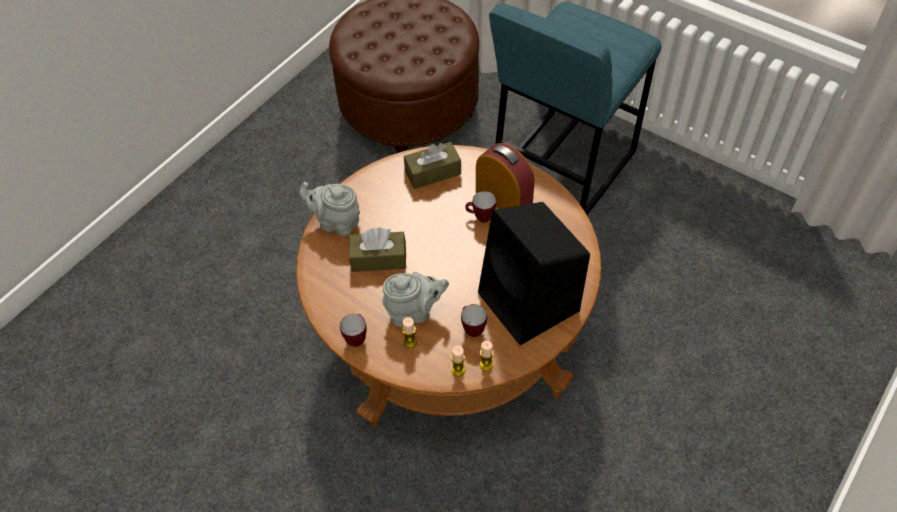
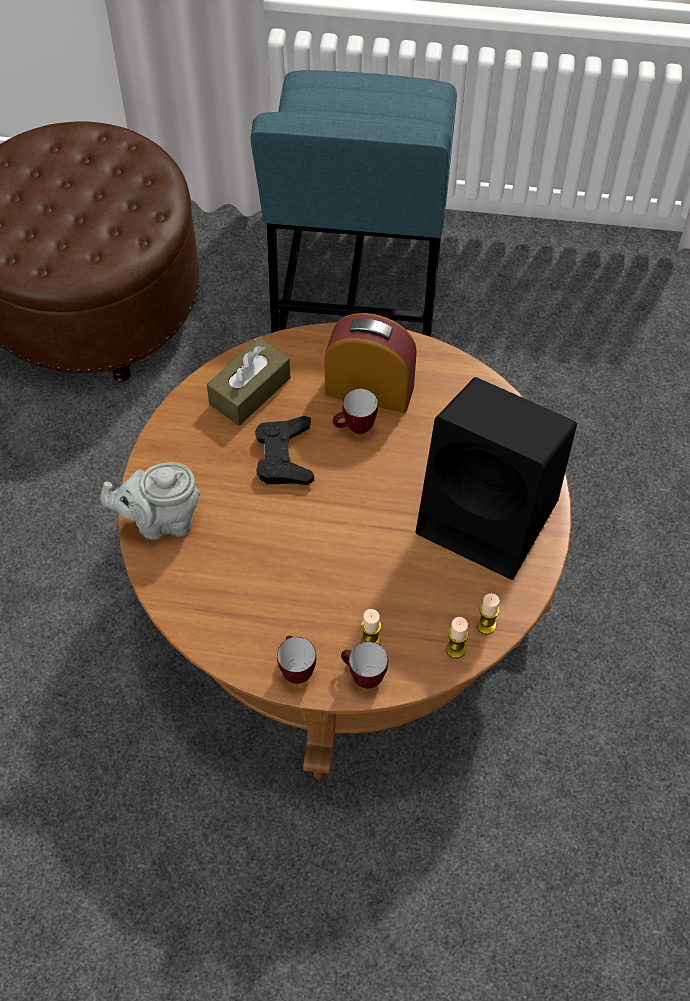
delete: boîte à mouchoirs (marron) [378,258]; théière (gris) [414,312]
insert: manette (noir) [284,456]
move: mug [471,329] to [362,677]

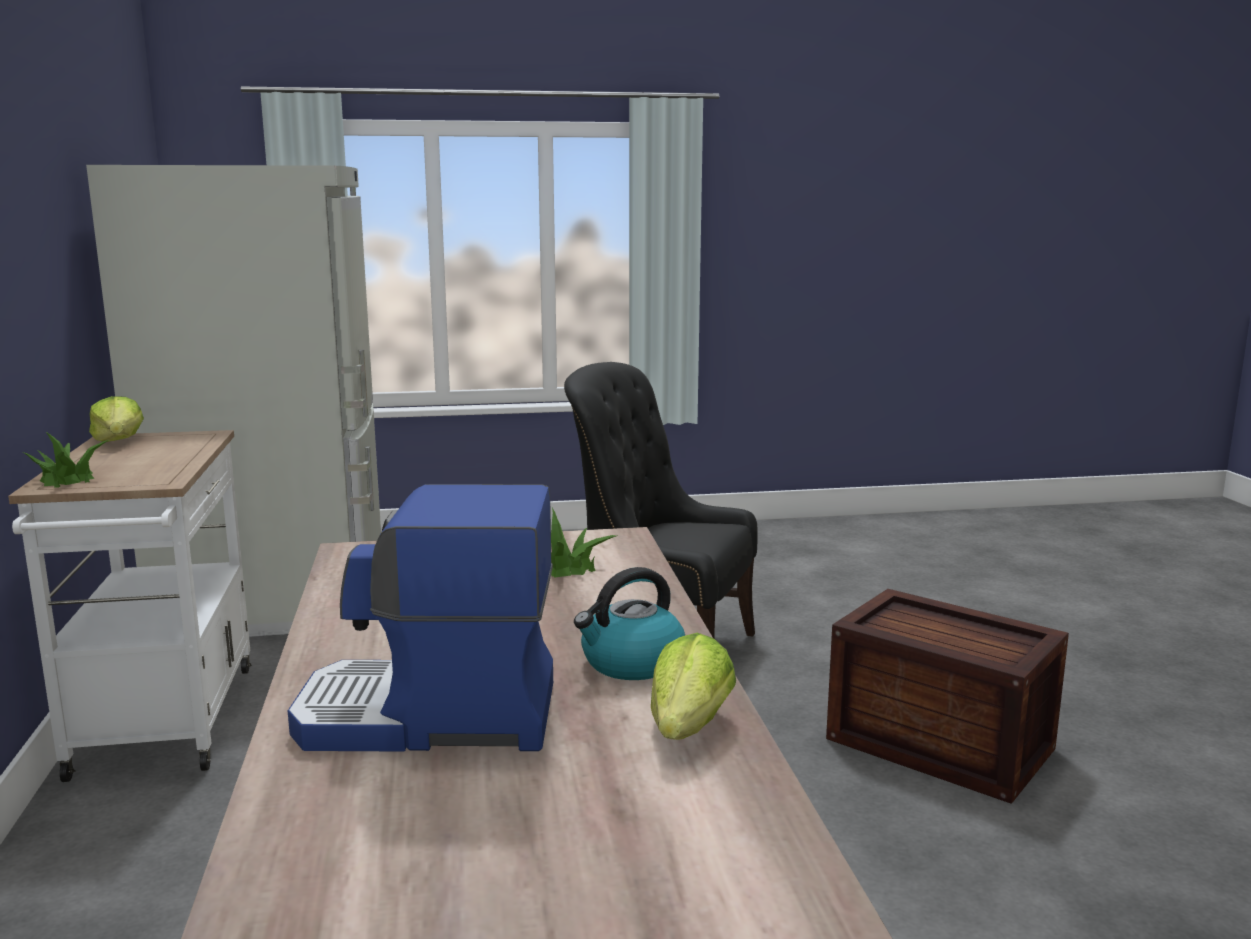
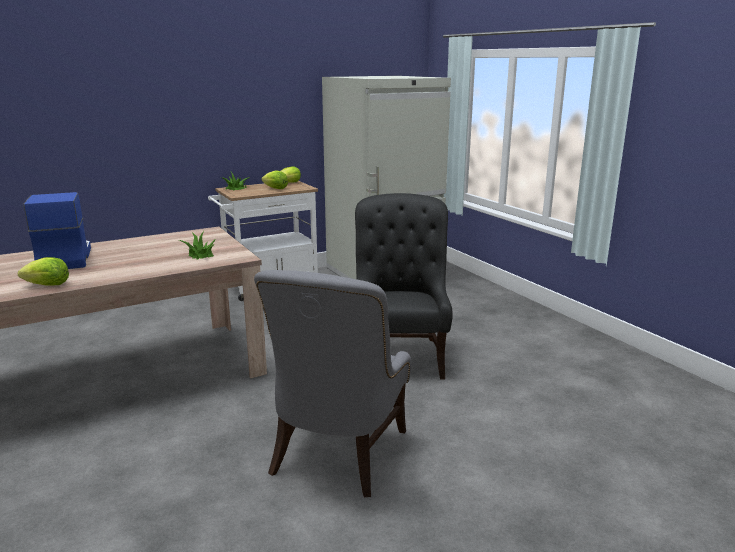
delete: bouilloire [631,663]
insert: laitue [275,188]
replace: caisse [942,745] to chaise (gris) [338,452]

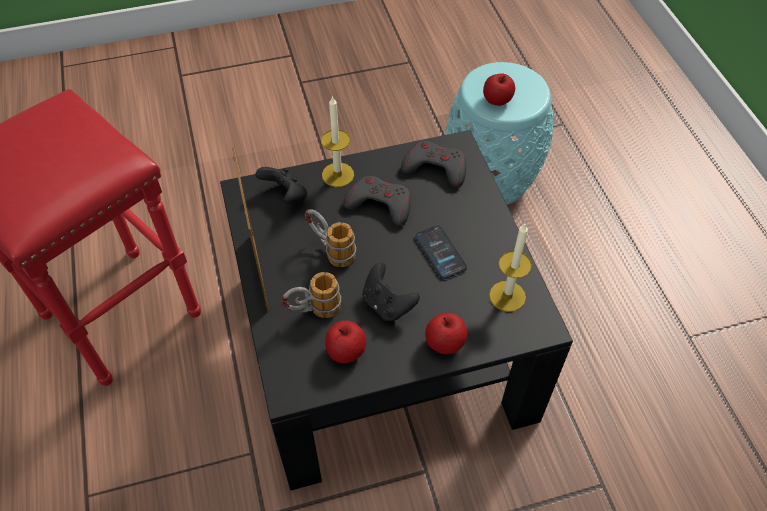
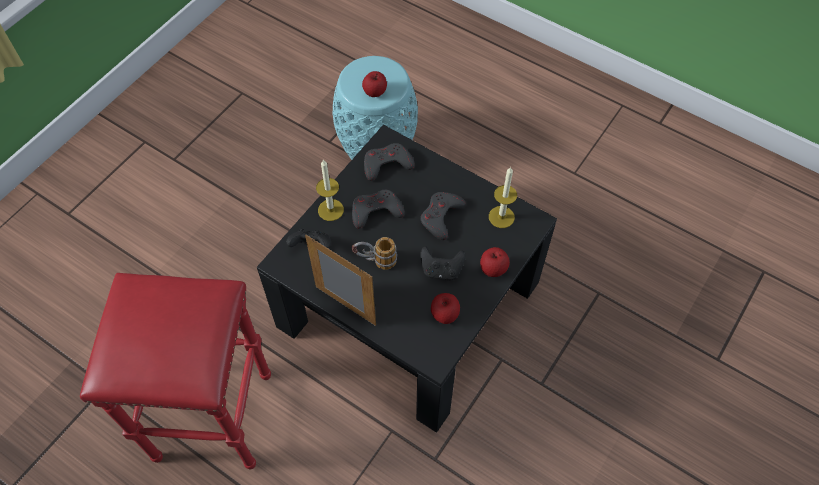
delete: mug [313,311]
replace: téléphone [440,252] to manette (gris) [441,217]

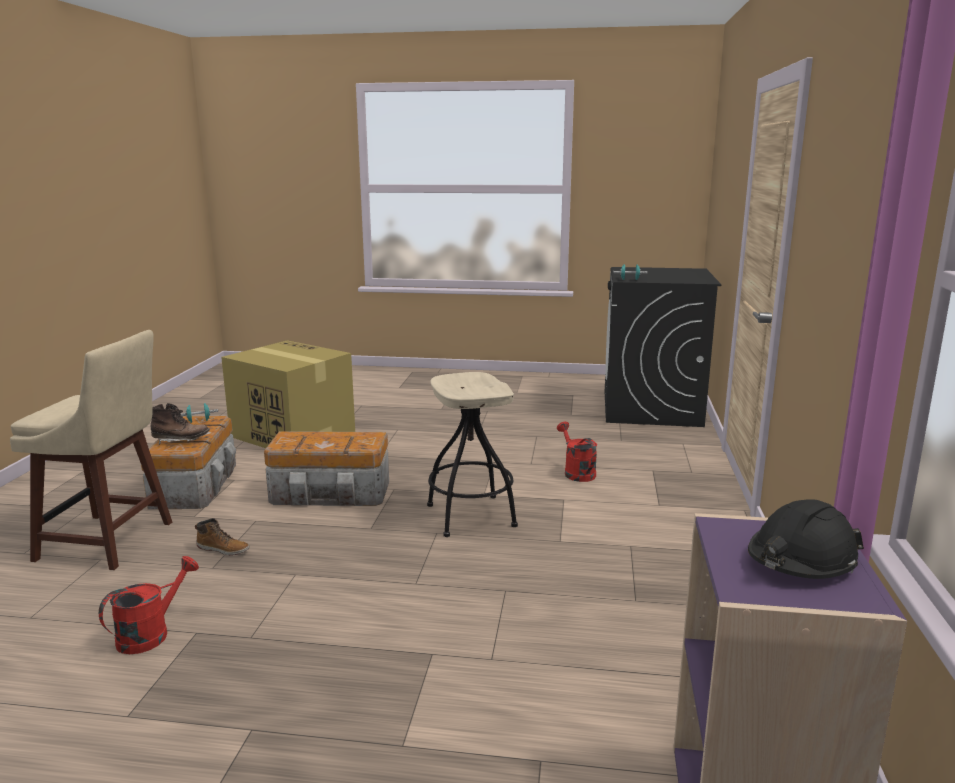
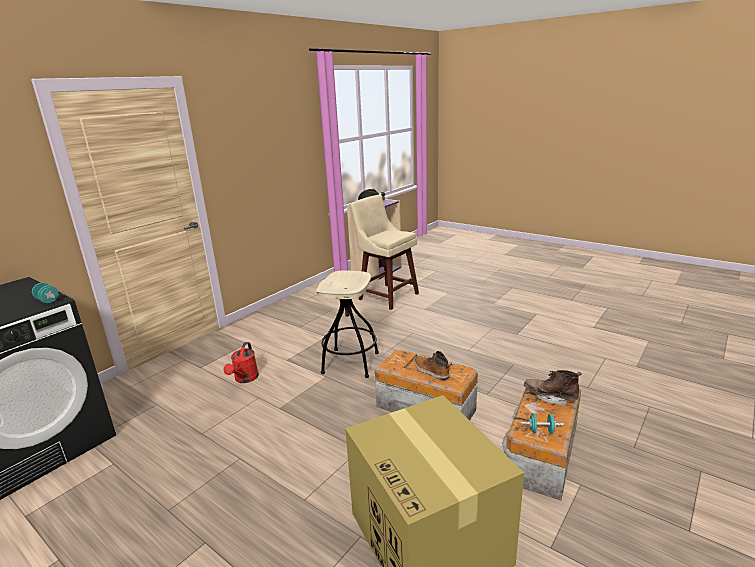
delete: arrosoir (rouge) [151,634]
move: chaise (beige) [111,542] to [386,295]; botte [223,549] to [431,371]

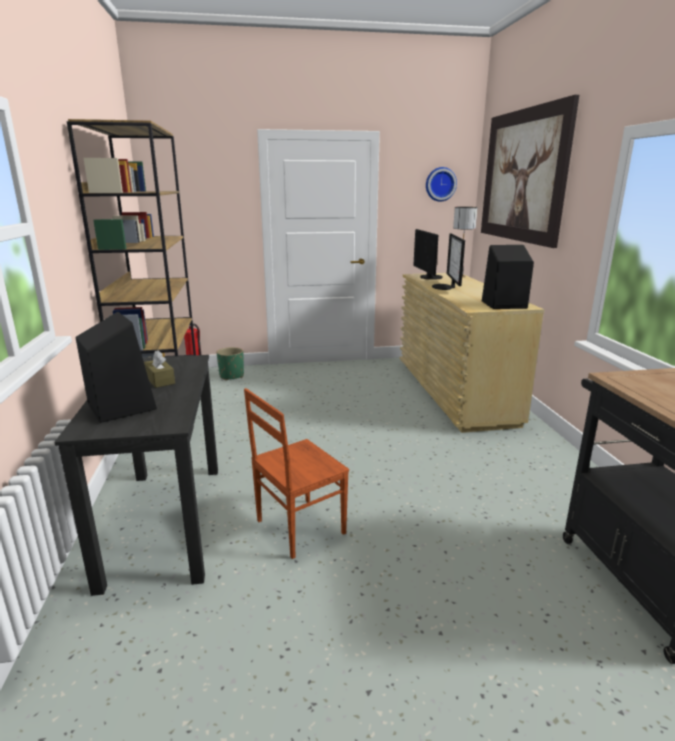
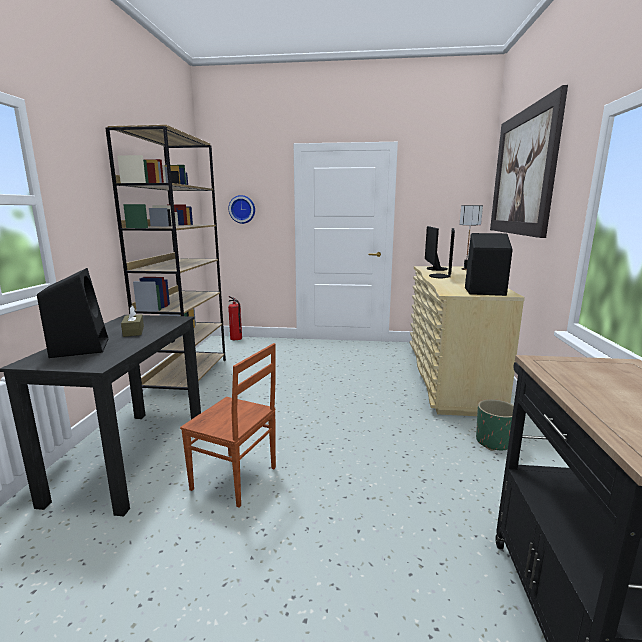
move: cache-pot (vert) [232,376] to [494,442]; horloge murale [440,184] to [242,209]
rotate: chaise (marron) [298,527] = [234,479] 135 degrees counterclockwise

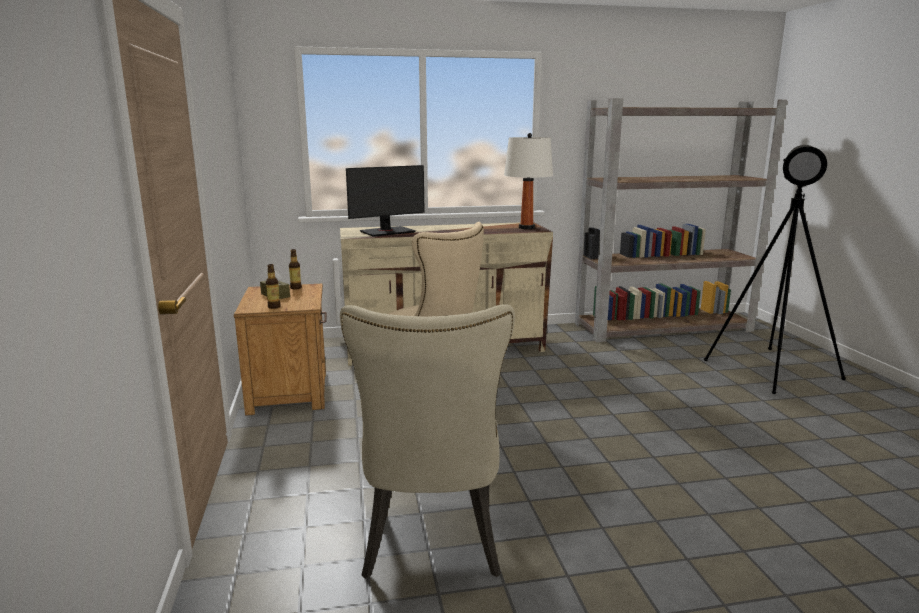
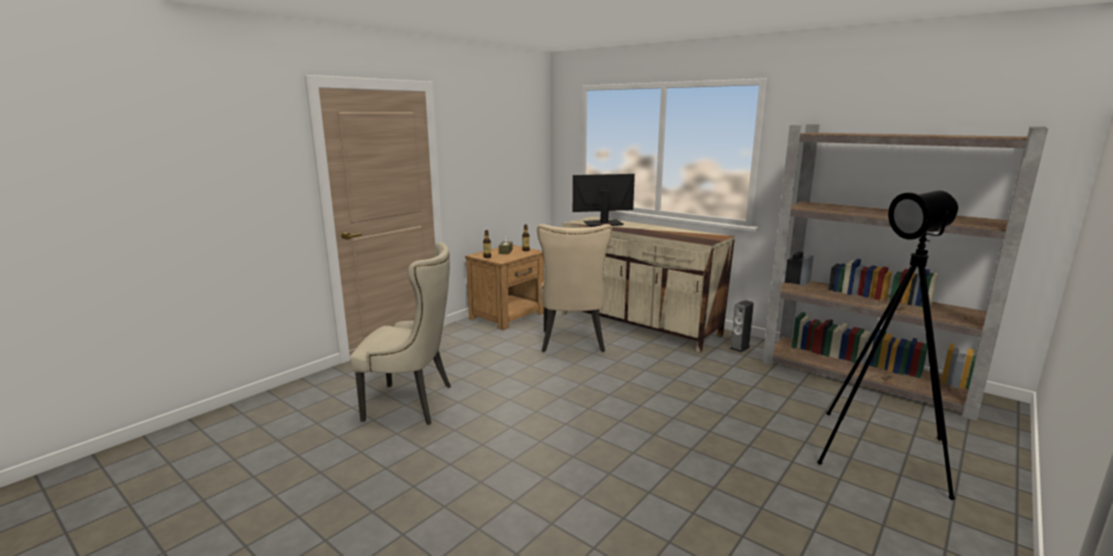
delete: lampe de table (blanc) [526,228]
insert: enceinte [739,348]
rotate: chaise (beige) [432,543] = [411,403] 135 degrees counterclockwise; écran d'ordinateur [387,232] = [603,223] 150 degrees clockwise

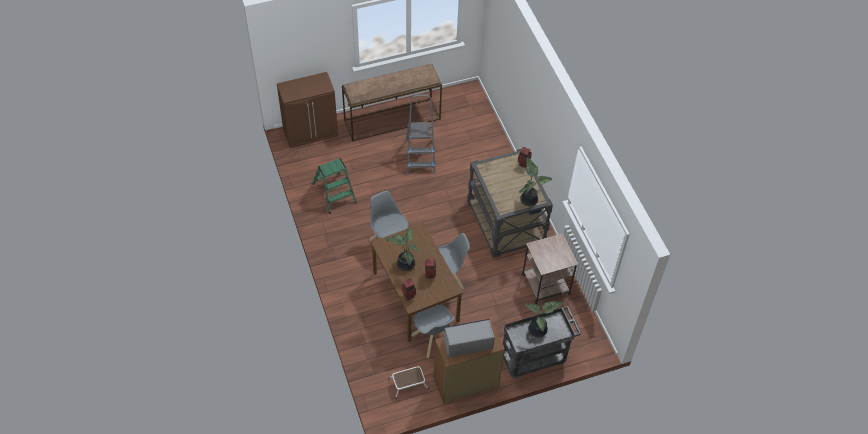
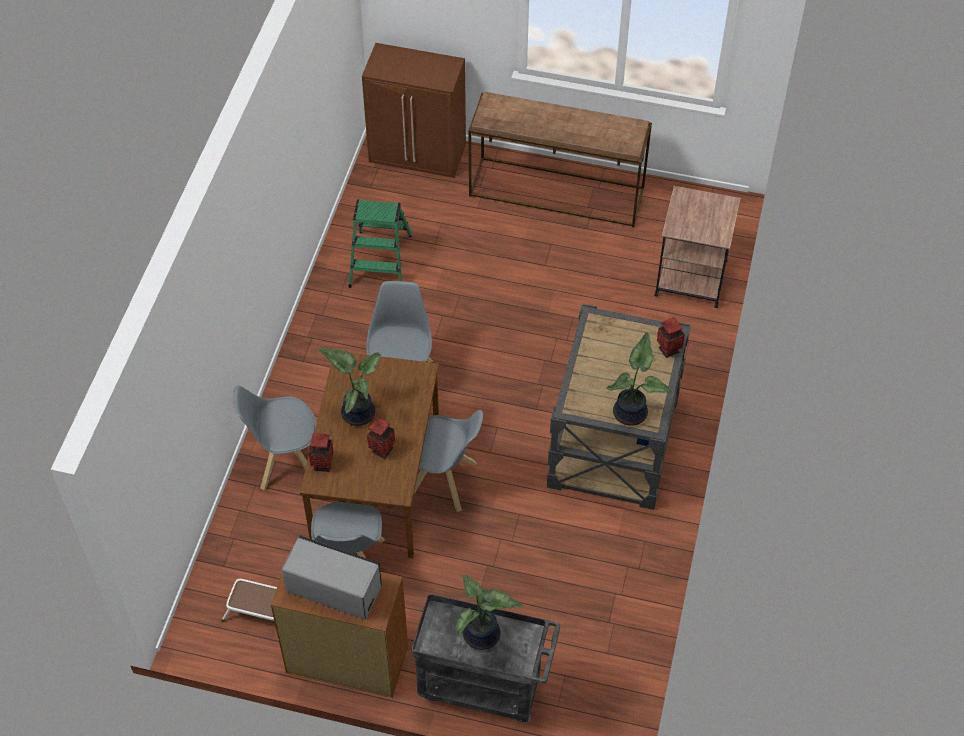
delete: escabeau (gris) [420,157]
insert: chaise (gris) [285,461]
move: chariot (marron) [546,285] to [690,279]

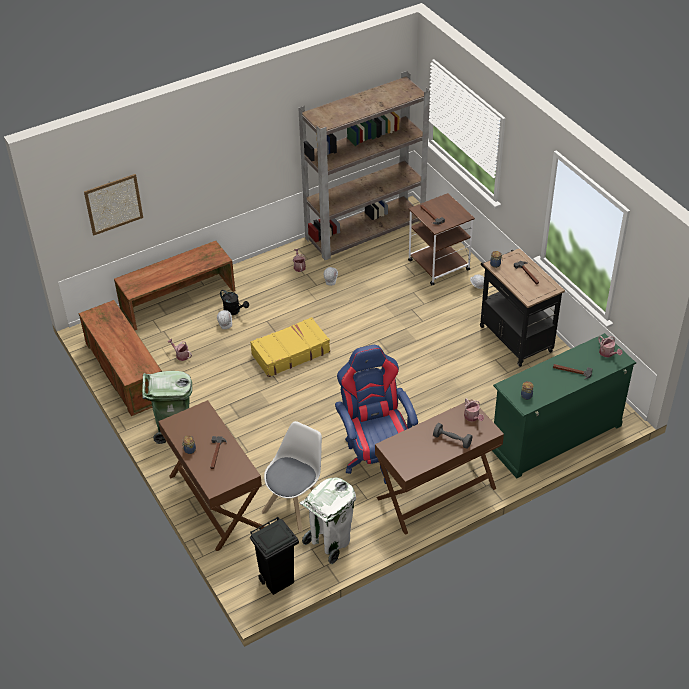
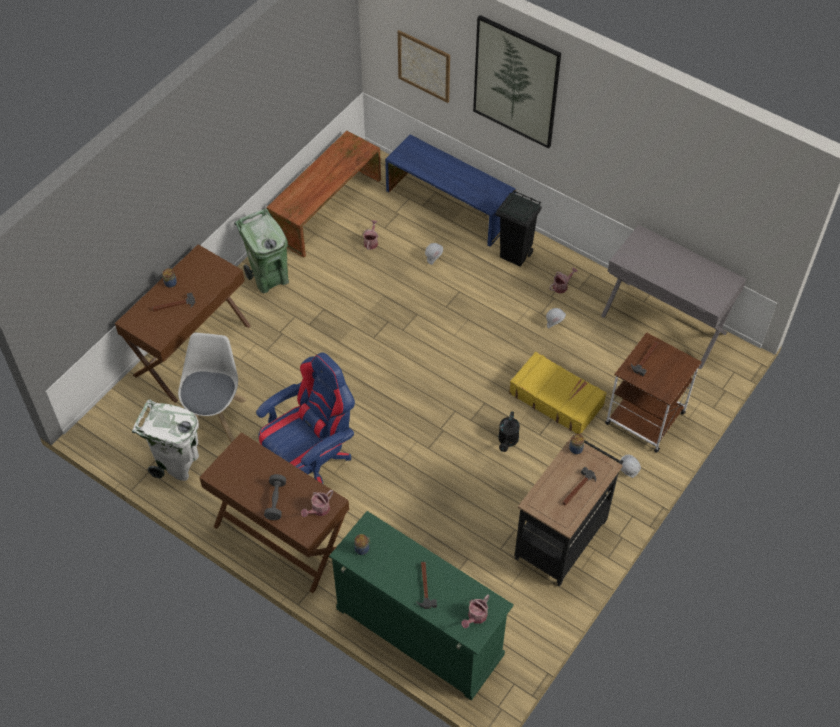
insert: tableau [516,82]
move: arrosoir (noir) [234,311] to [507,441]; valise (jaune) [290,353] to [556,398]; poubelle (noir) [278,581] to [515,255]
replace: bibliothèque (marron) [365,229] to bureau (gris) [664,324]
recolor: banc (marron) [178,299] to banc (bleu) [450,205]
rotate: chaise [296,504] = [215,416] 90 degrees counterclockwise

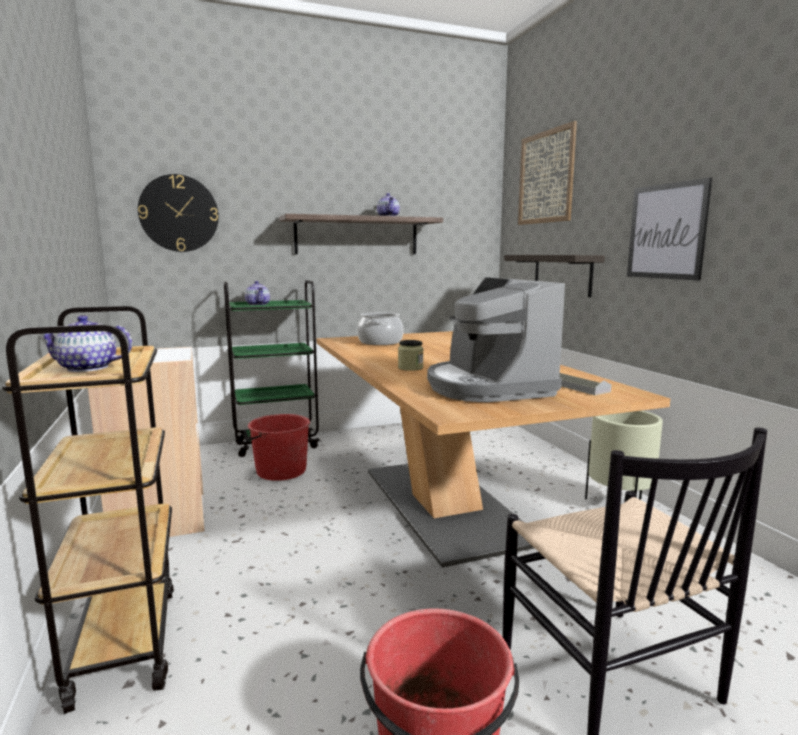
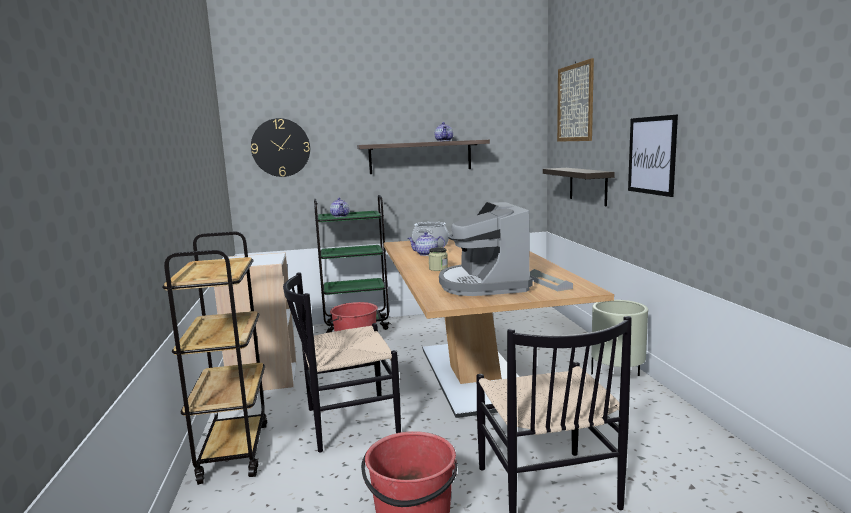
insert: chaise (noir) [347,423]
move: théière [88,368] to [427,254]

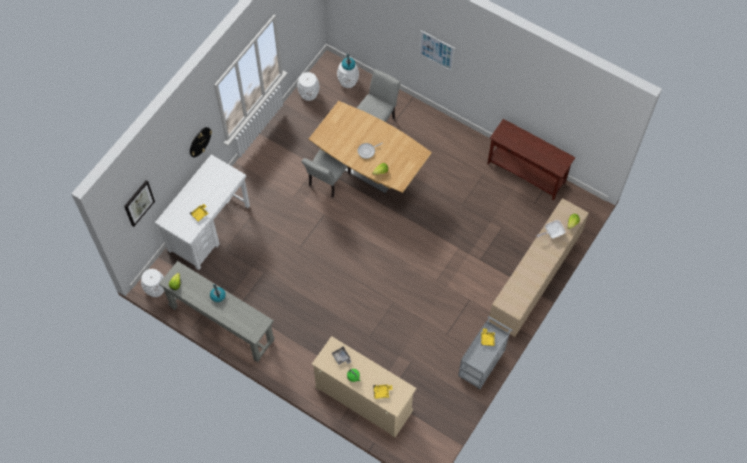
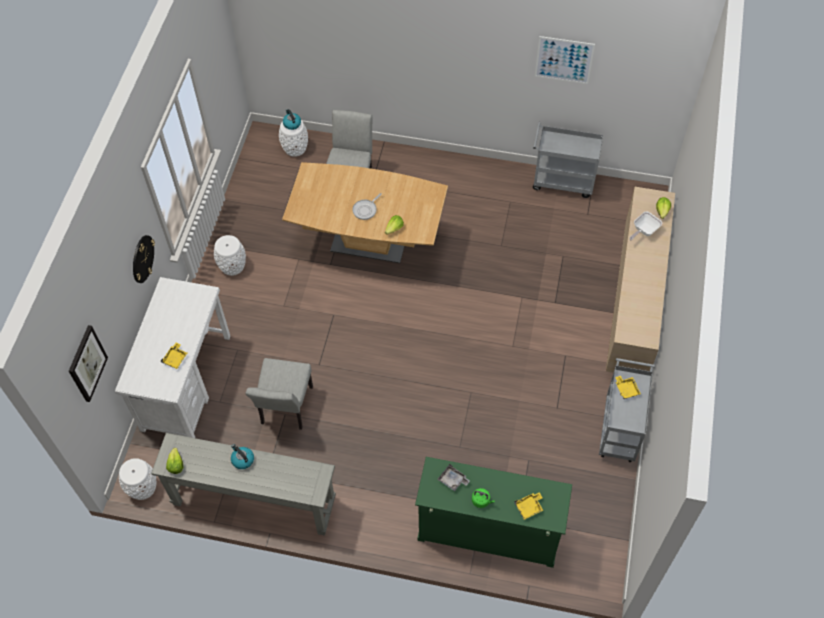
move: tabouret (blanc) [309,94] to [232,266]; chaise (gris) [327,181] to [285,409]; tableau [436,50] to [564,60]
replace: table console (marron) [526,173] to chariot (gris) [561,184]
recolor: commode (beige) [363,399] to commode (vert) [488,531]

